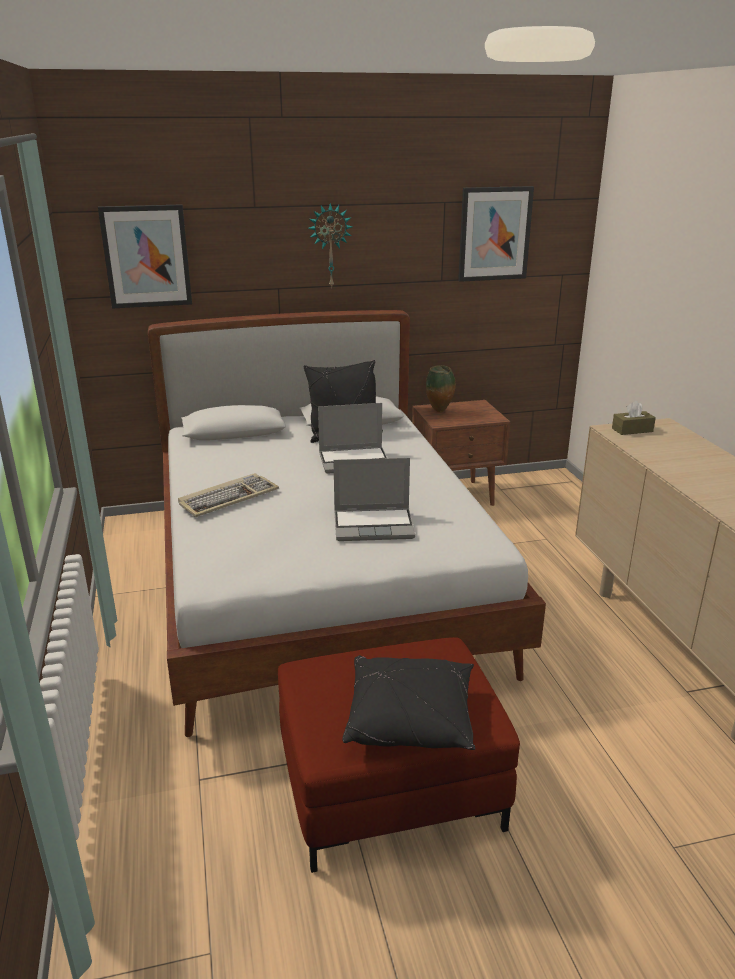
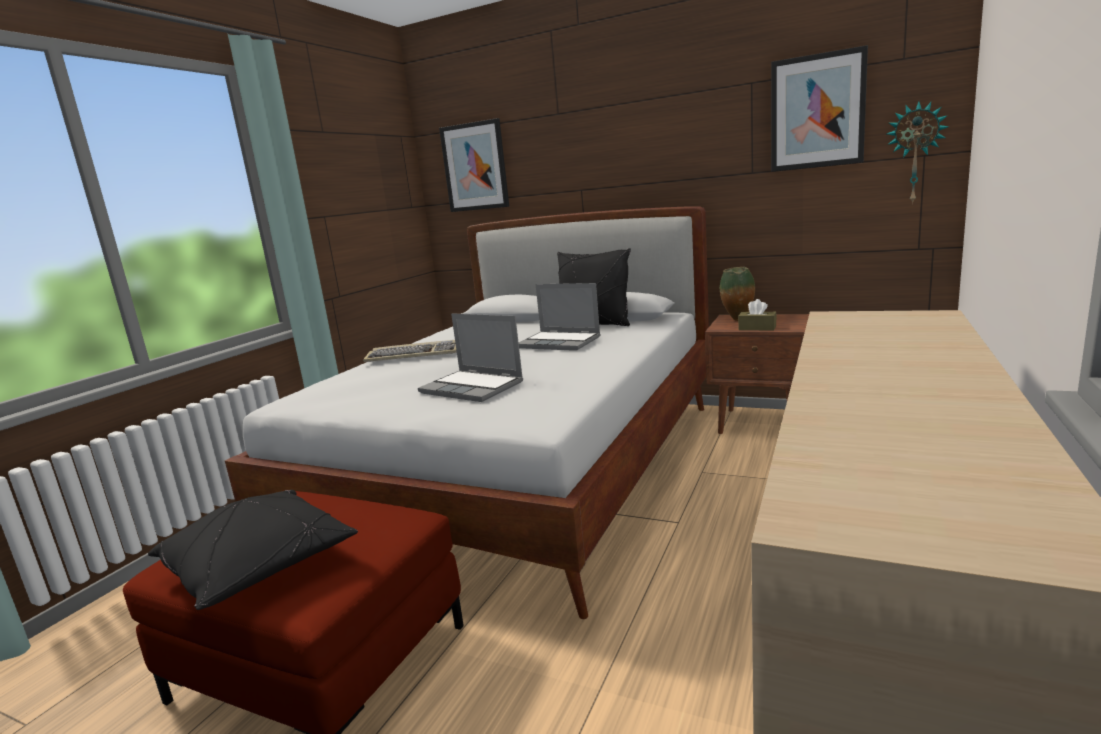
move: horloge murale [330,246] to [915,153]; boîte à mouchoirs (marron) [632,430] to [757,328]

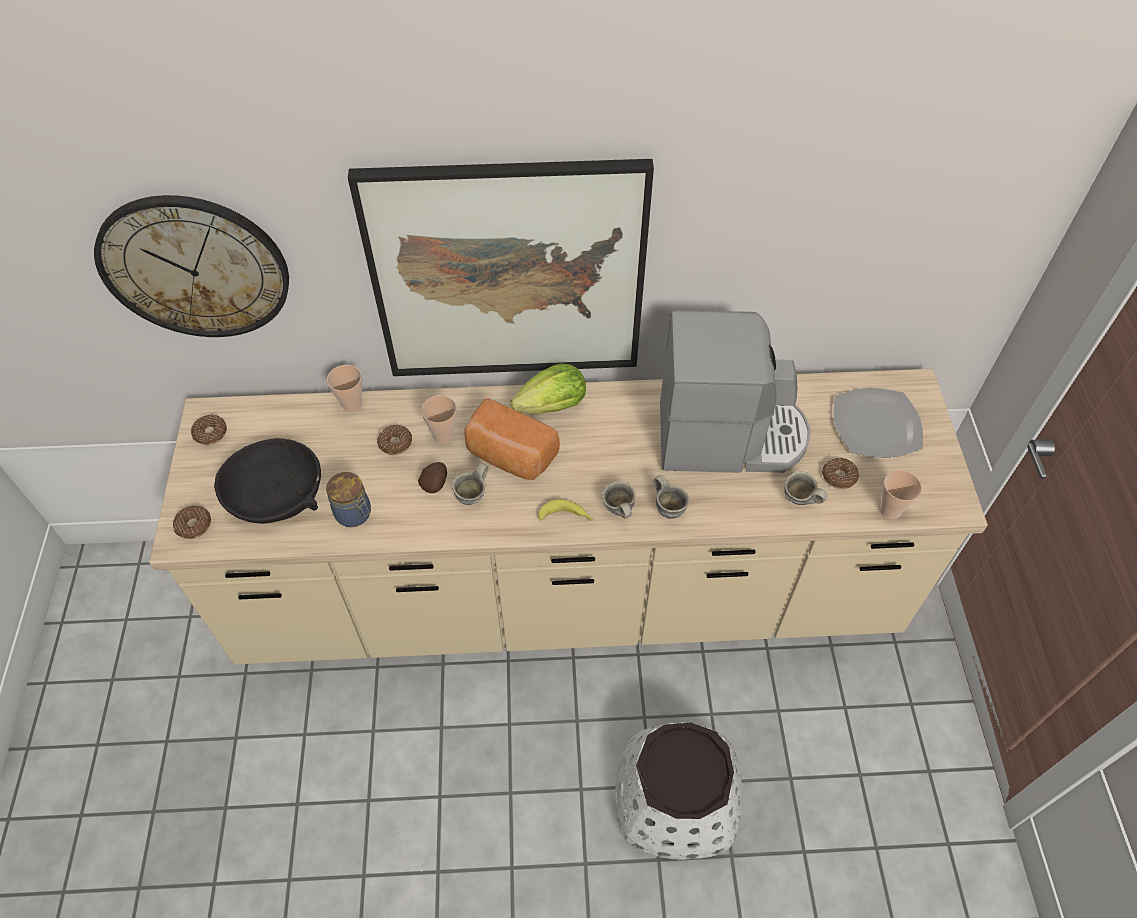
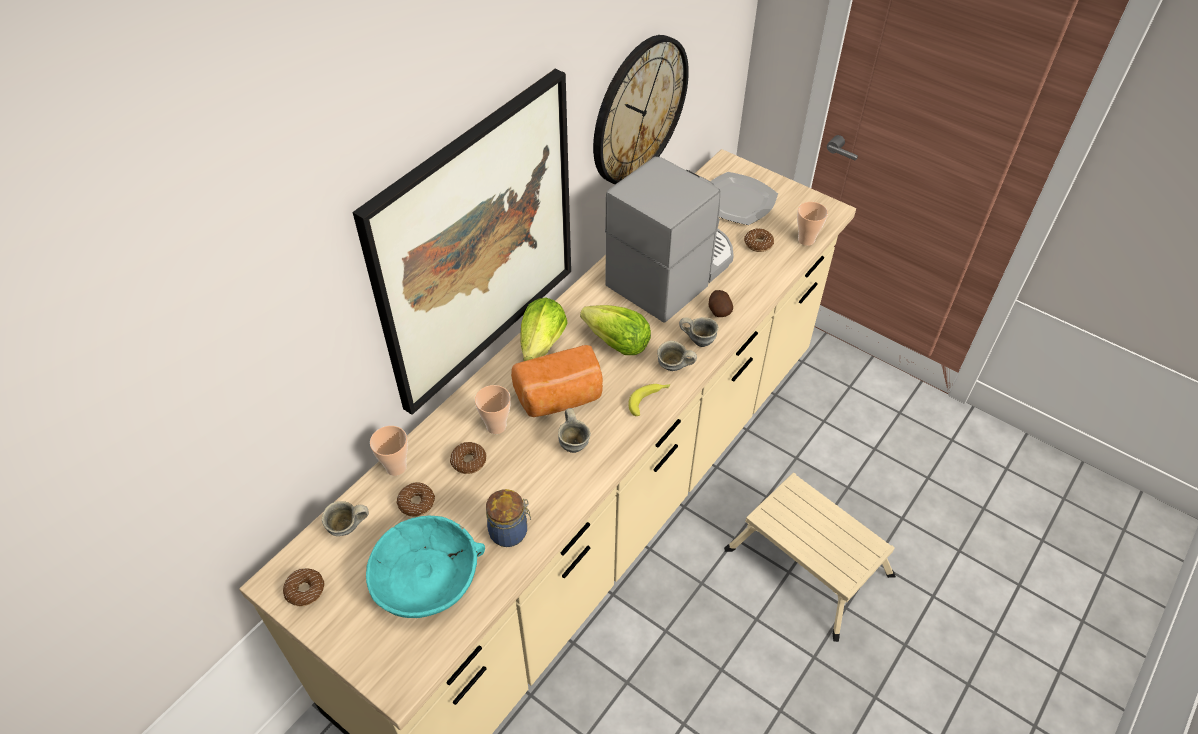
insert: laitue [617,344]
move: horloge murale [195,267] to [639,110]; beignet [194,525] to [416,503]; pomme de terre [435,483] to [718,310]; mug (gris) [799,501] to [348,530]
replace: cache-pot (blanc) [676,797] to escabeau (beige) [809,563]
recolor: bol (noir) [275,492] to bol (turquoise) [426,576]

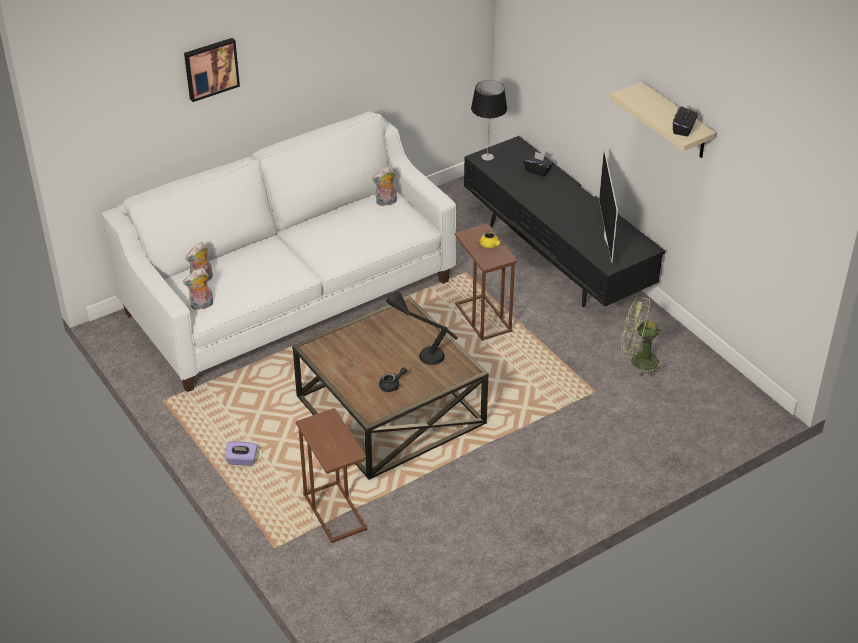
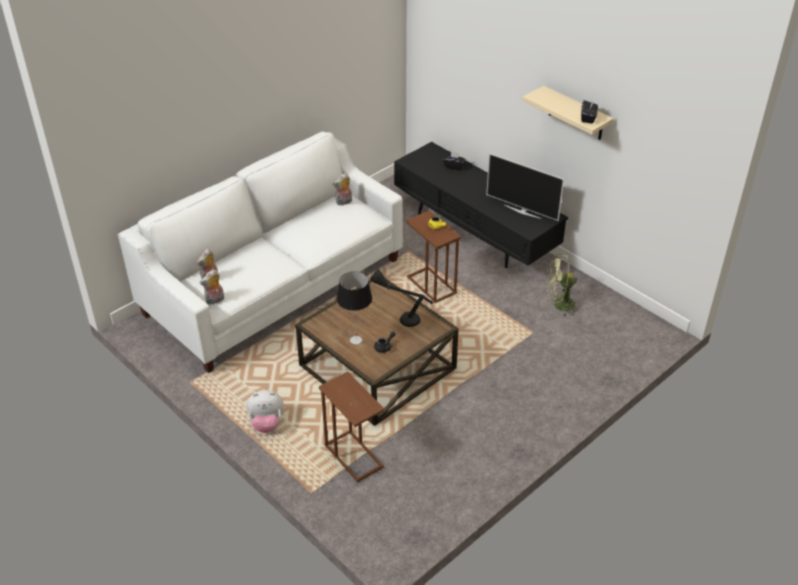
delete: tableau [210,68]
move: lampe de table [487,156] to [355,340]
replace: boîte à mouchoirs (violet) [241,460] to peluche [266,424]
rotate: téléviseur [609,237] = [523,211] 45 degrees counterclockwise

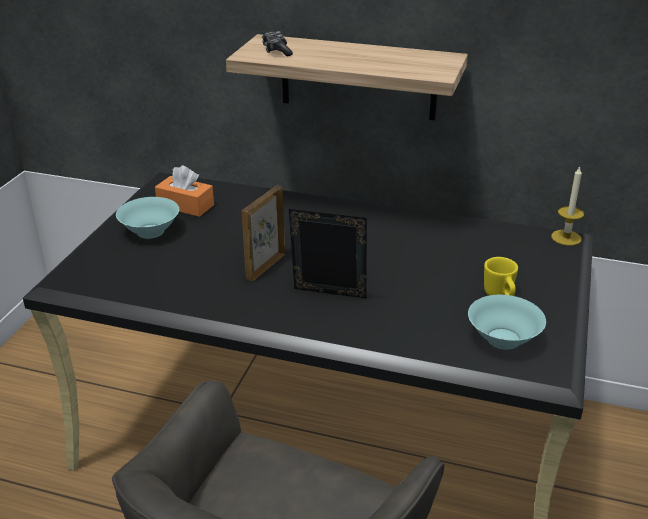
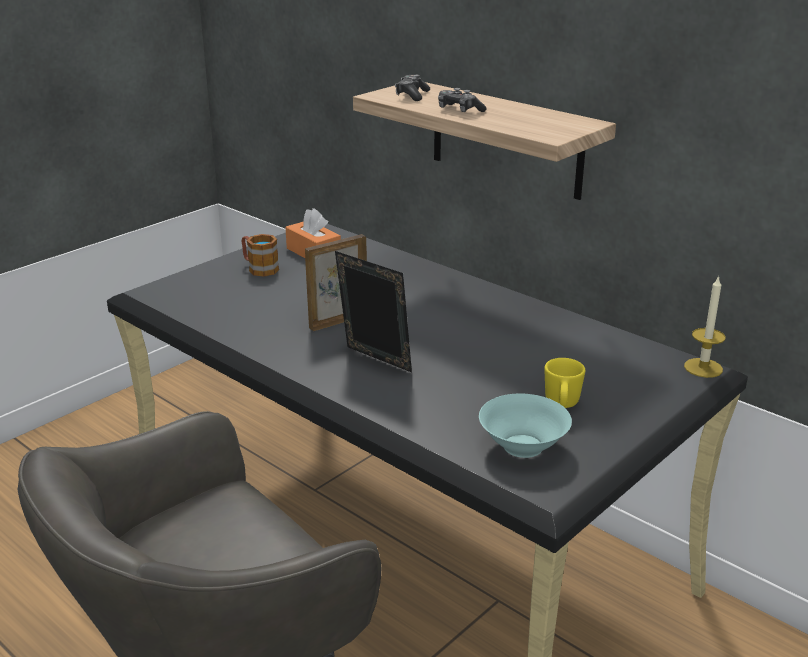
insert: manette [459,110]
replace: bol (turquoise) [149,231] to mug [259,268]

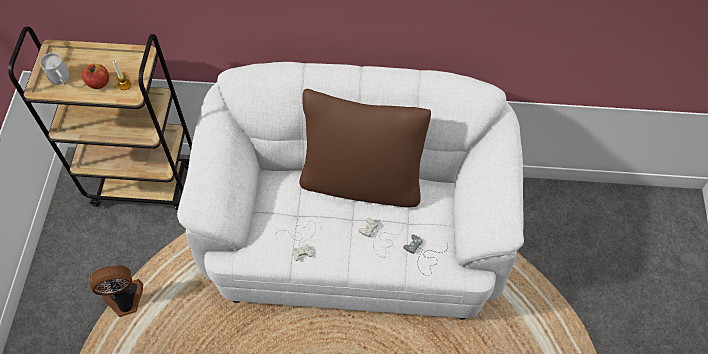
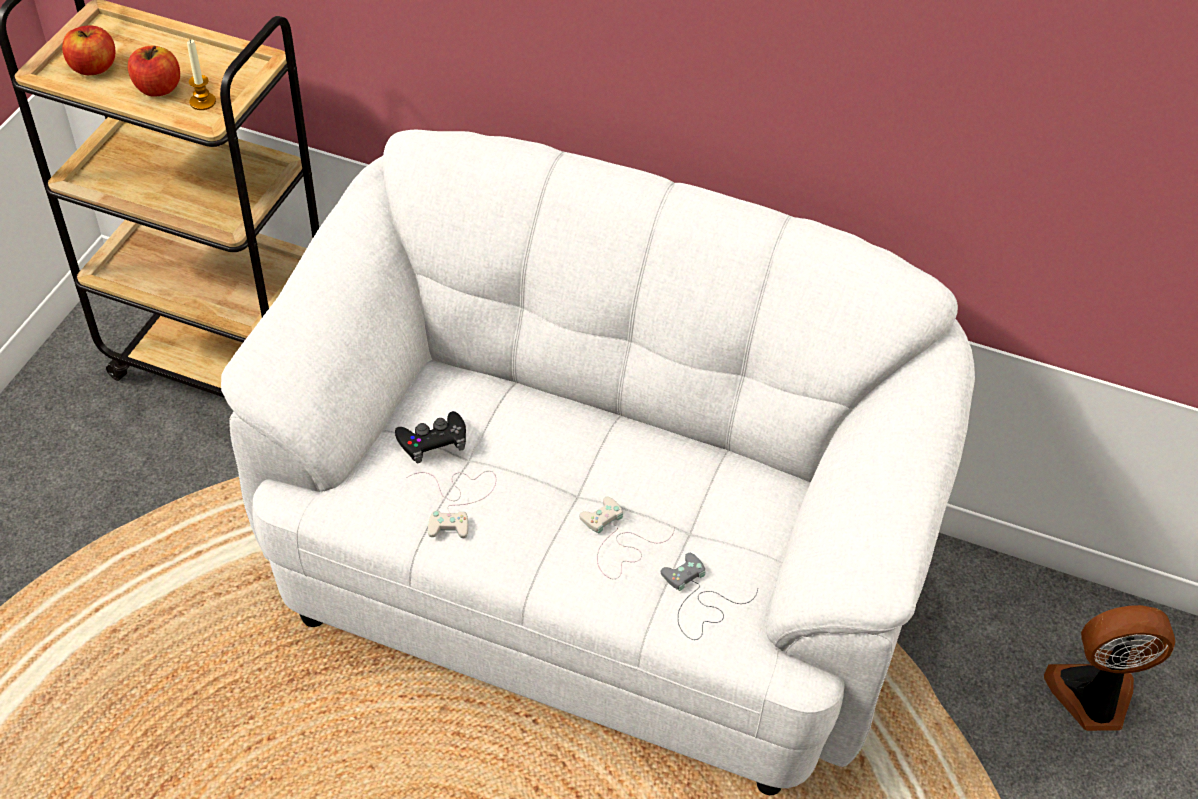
delete: coussin (marron) [362,182]
insert: manette (noir) [433,441]
move: ventilateur [125,299] to [1093,698]
replace: mug (blanc) [61,79] to pomme [93,67]

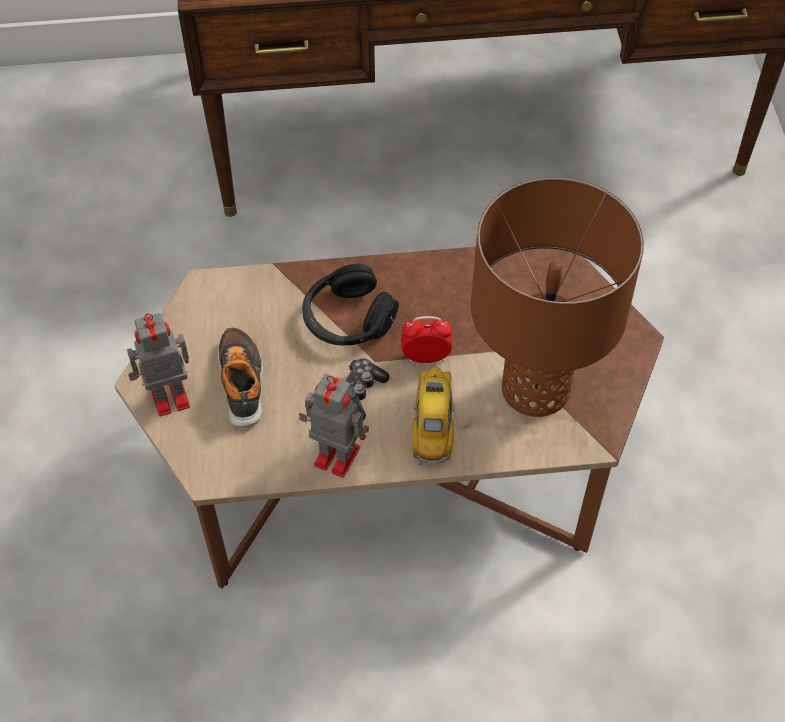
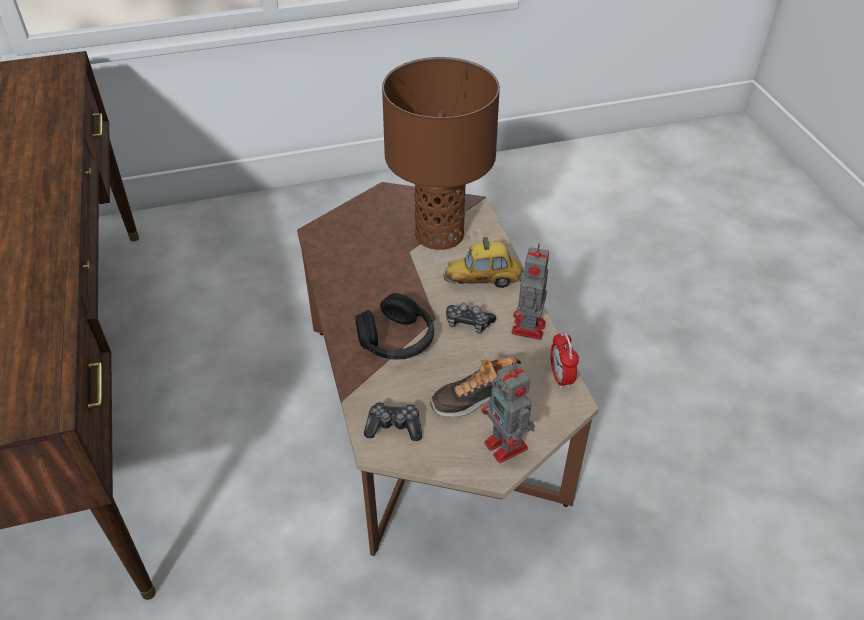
insert: manette [394,427]
move: réveil [426,357] to [560,377]

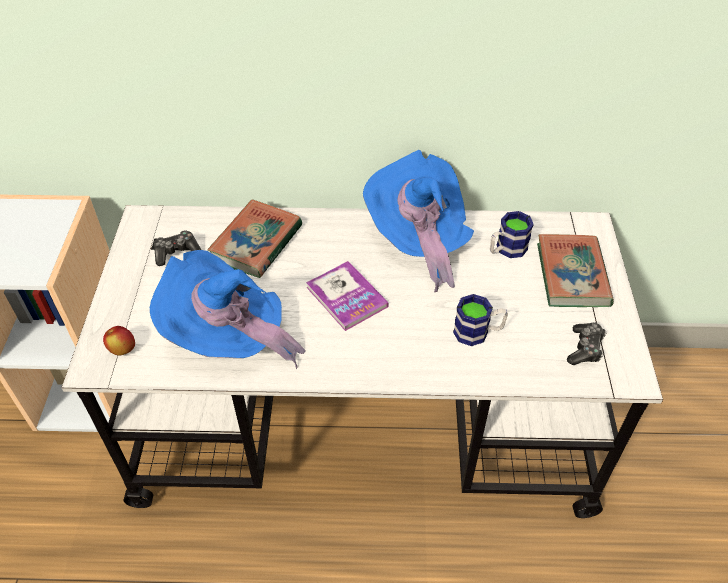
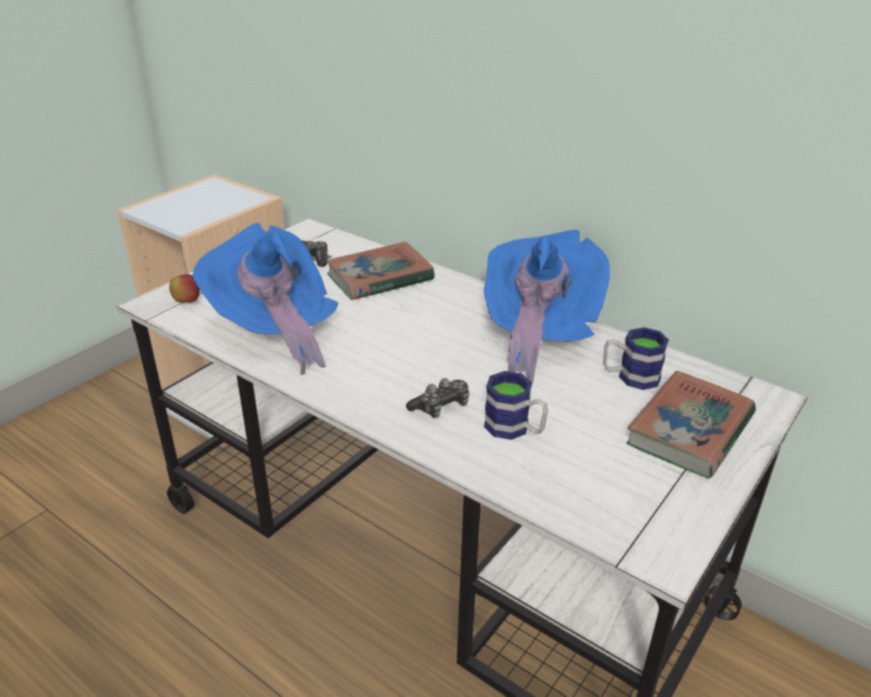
delete: livre [346,297]
move: manette [585,348] to [441,406]

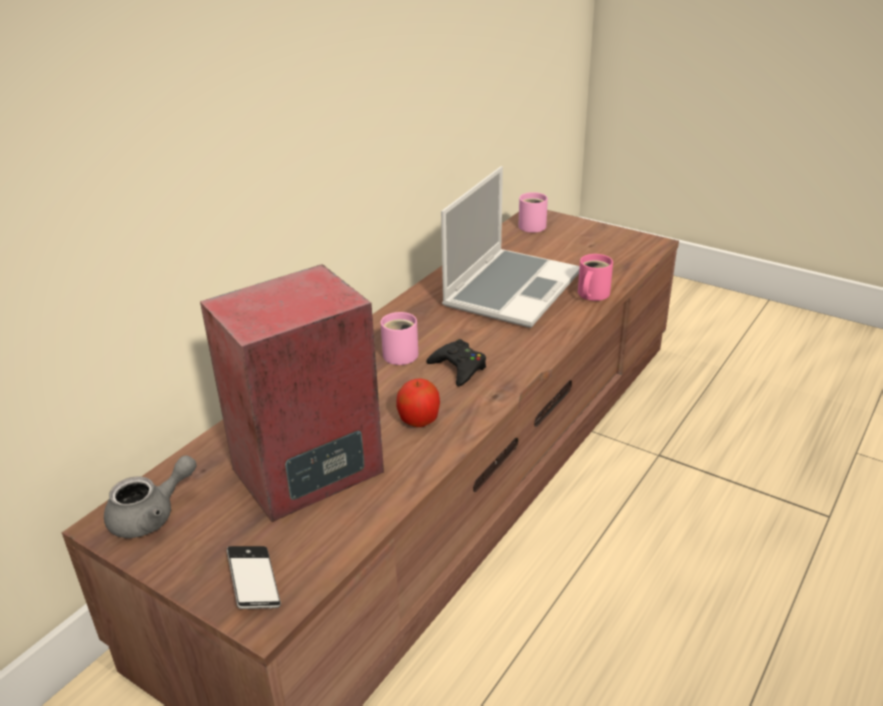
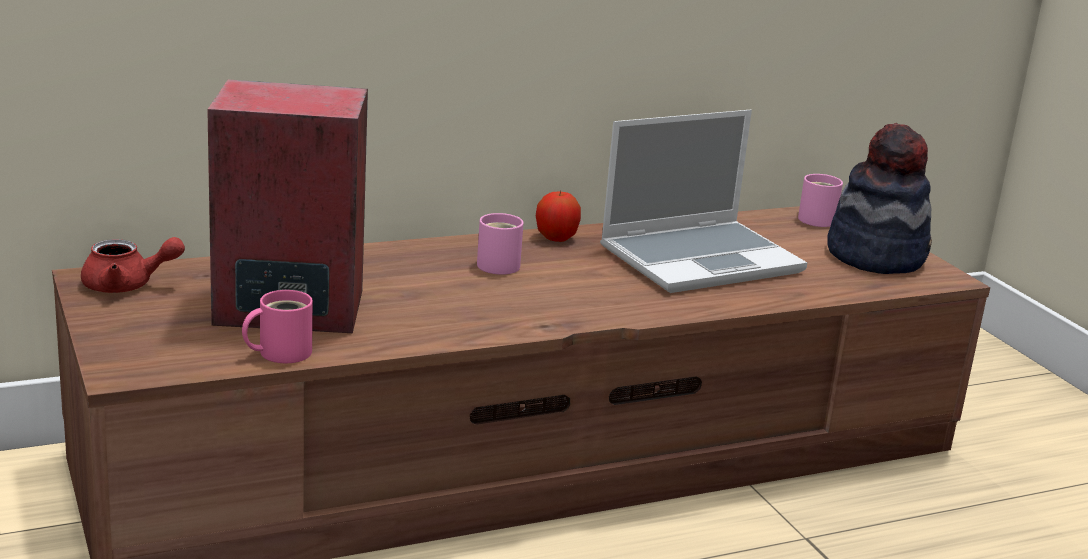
delete: téléphone [254,582]; manette (noir) [458,368]
insert: chapeau [876,256]
move: pomme [419,421] to [556,238]; mug (rose) [591,294] to [280,352]
recolor: théière (gris) [151,516] to théière (rouge) [127,285]

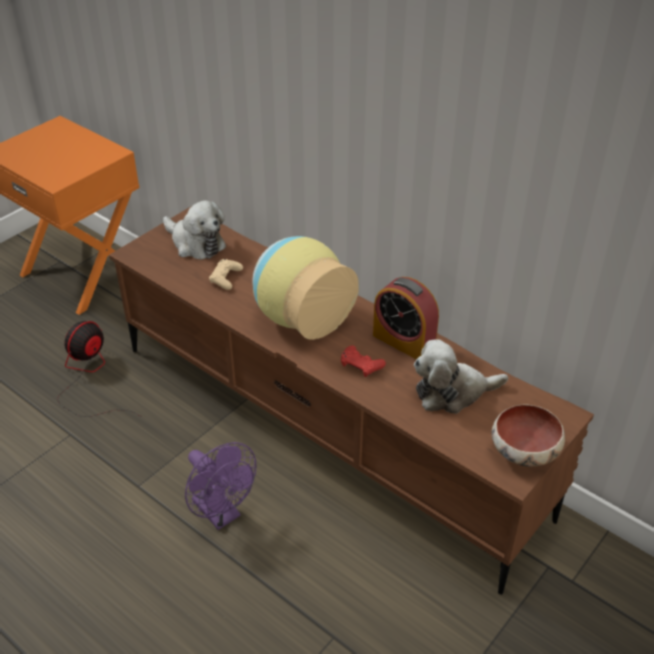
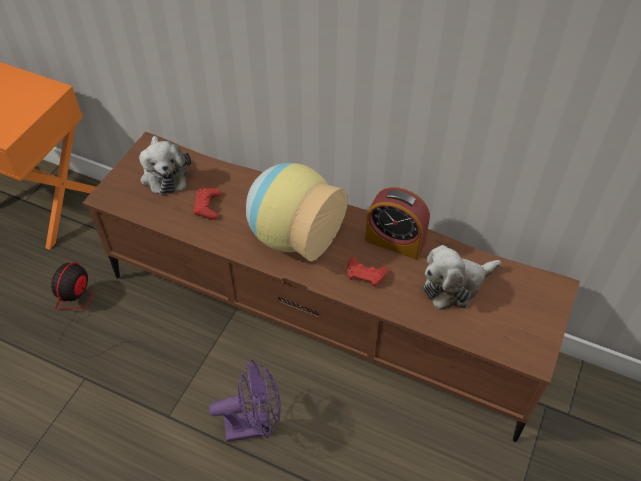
delete: bol [524,452]
recolor: manette (beige) [226,278] to manette (rouge) [207,206]
rotate: peluche [195,243] = [164,173] 45 degrees clockwise; ventilateur (violet) [221,514] = [254,425] 45 degrees counterclockwise

